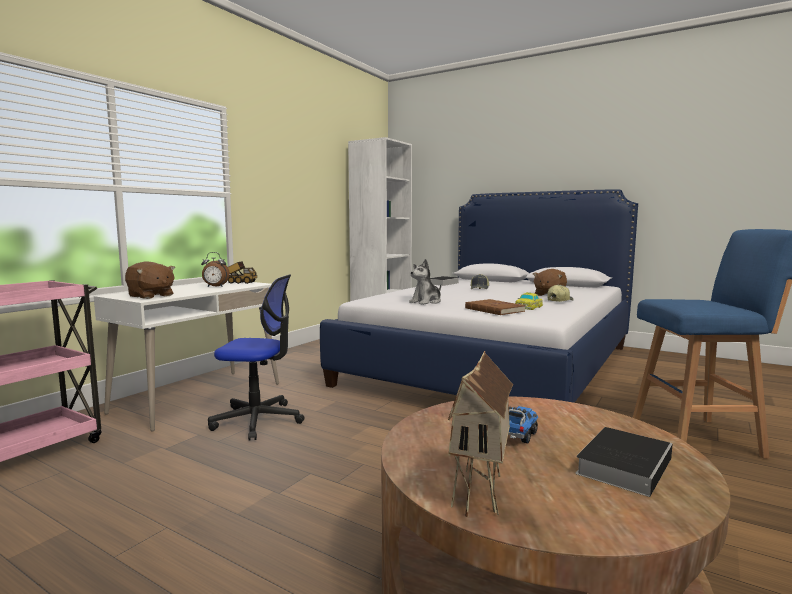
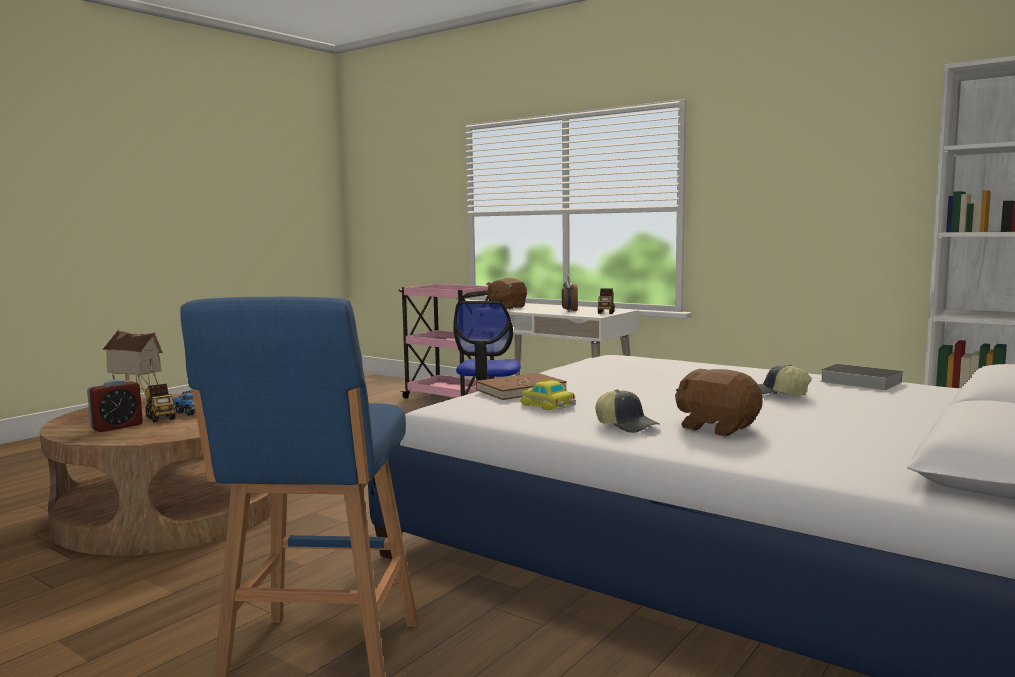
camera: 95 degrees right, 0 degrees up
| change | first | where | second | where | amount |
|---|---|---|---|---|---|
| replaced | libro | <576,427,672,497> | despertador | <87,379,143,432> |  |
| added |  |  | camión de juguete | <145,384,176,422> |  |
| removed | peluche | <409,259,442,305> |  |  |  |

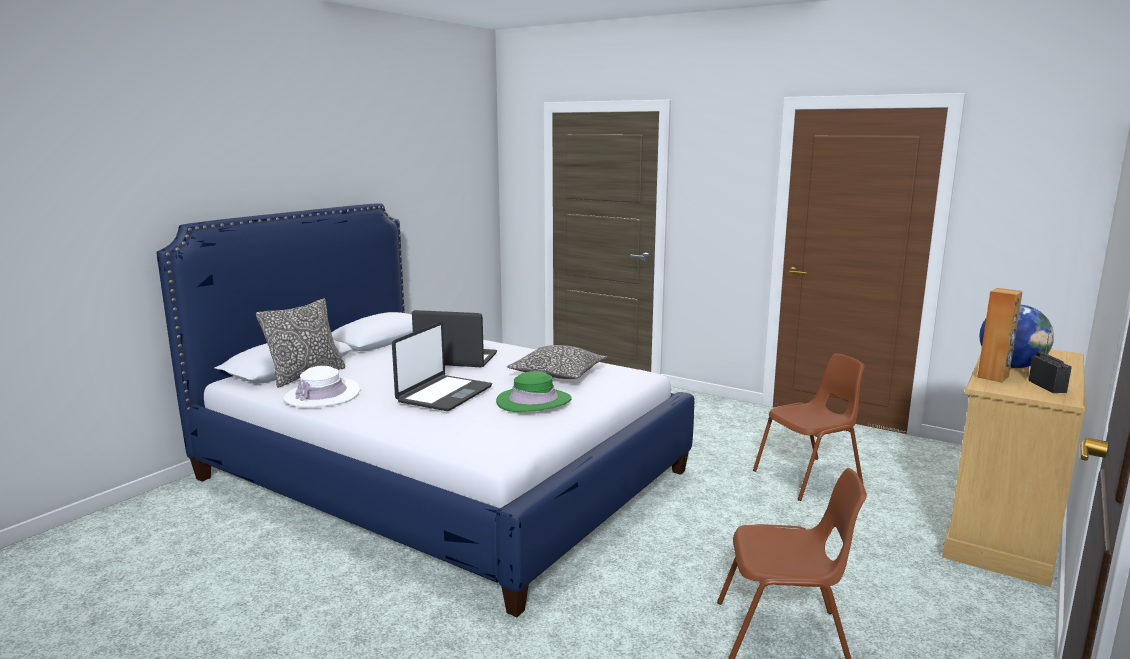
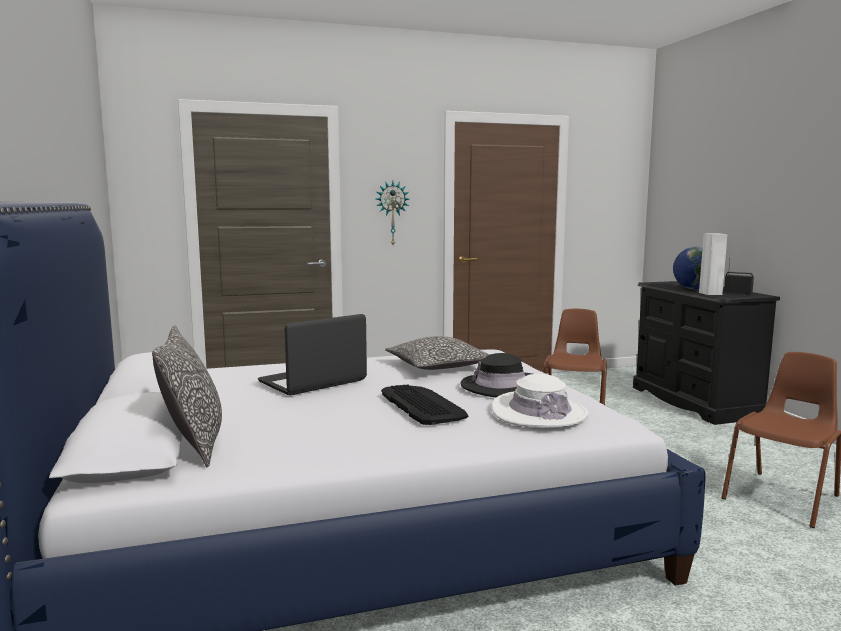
camera: 50 degrees left, 5 degrees down
| change | first | where | second | where | amount |
|---|---|---|---|---|---|
| added |  |  | reloj de pared | <376,181,409,245> |  |
| replaced | portátil | <392,322,492,411> | teclado | <381,385,469,425> |  |
| recoloured | sombrero/verde | <496,371,572,412> | sombrero/negro | <460,353,532,397> |  |
| moved | sombrero/blanco | <283,366,360,407> |  | <492,374,589,427> |  |
| recoloured | cómoda/beis | <942,349,1085,587> | cómoda/negro | <633,281,780,425> |  |
| recoloured | altavoz/marrón | <977,288,1023,383> | altavoz/blanco | <699,233,727,295> |  |

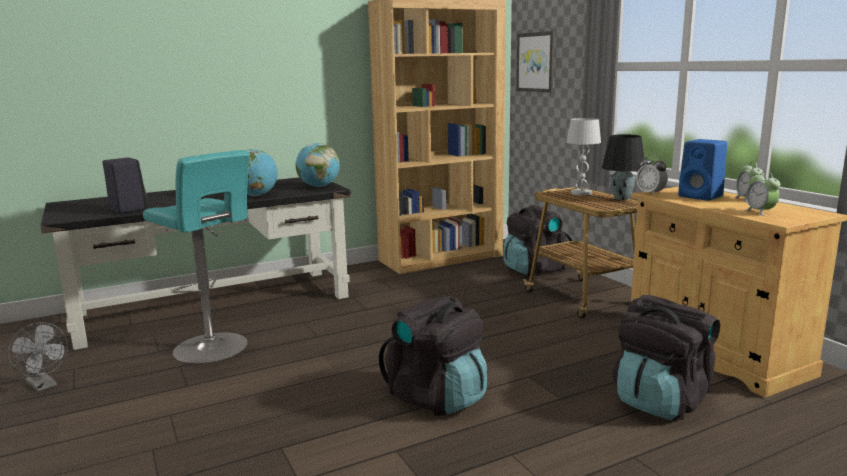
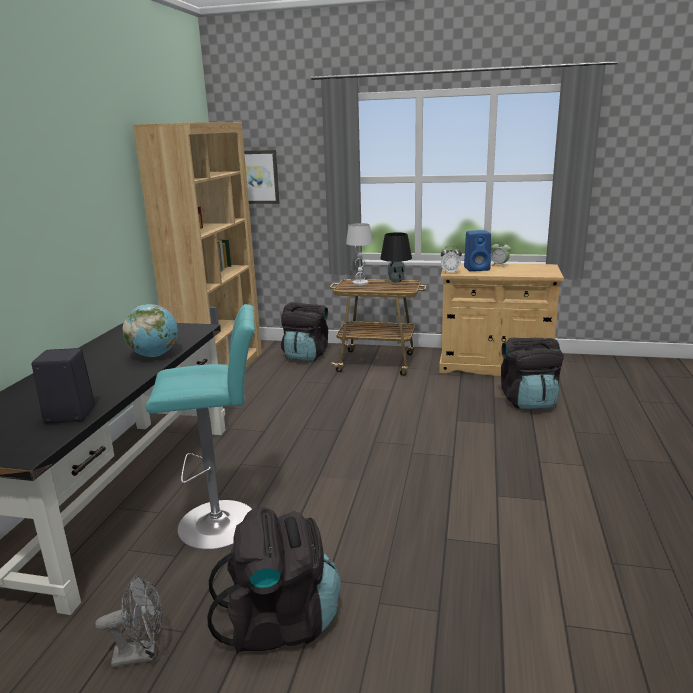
camera: 50 degrees left, 5 degrees up
| change | first | where | second | where | amount |
|---|---|---|---|---|---|
| moved | mochila/negro | <379,296,487,416> |  | <207,507,341,653> |  |
| removed | globo terráqueo | <296,143,340,187> |  |  |  |
| removed | despertador | <745,171,780,216> |  |  |  |

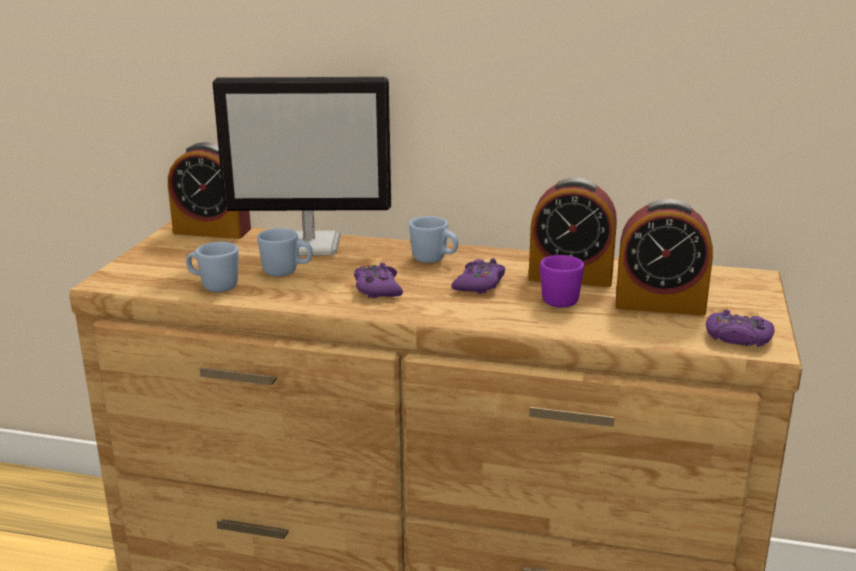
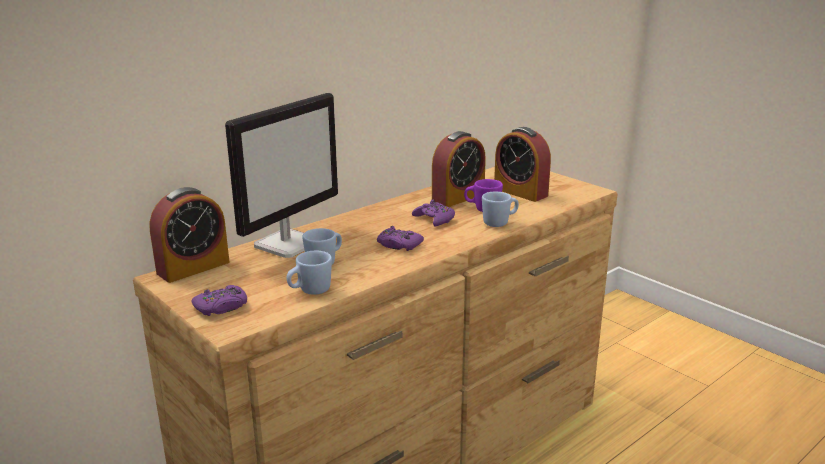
camera: 55 degrees left, 0 degrees up
| change | first | where | second | where | amount |
|---|---|---|---|---|---|
| moved | mando de consola/morado | <706,309,774,347> |  | <191,285,247,316> |  |
| moved | taza grande/azul | <409,216,458,263> |  | <482,192,519,227> |  |
| turned | despertador | <616,199,713,315> |  | <494,127,551,202> | 90 degrees clockwise |

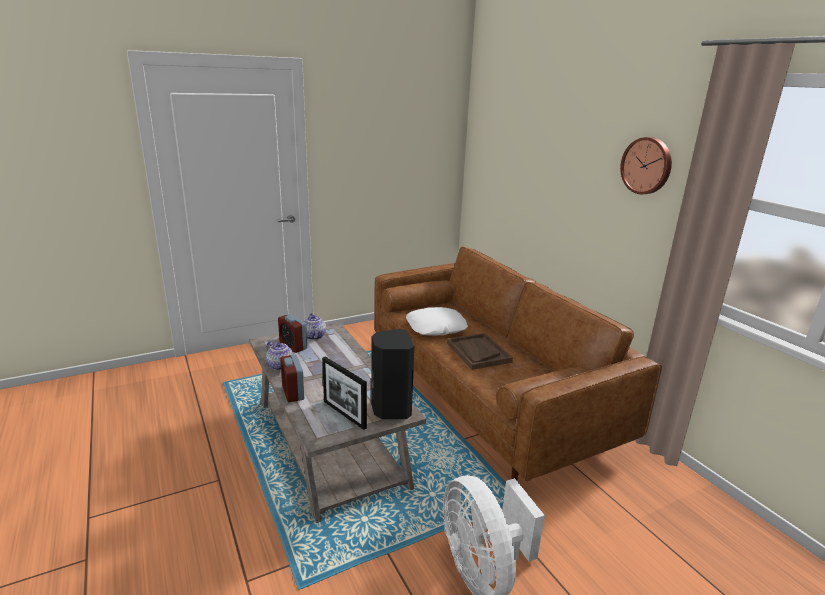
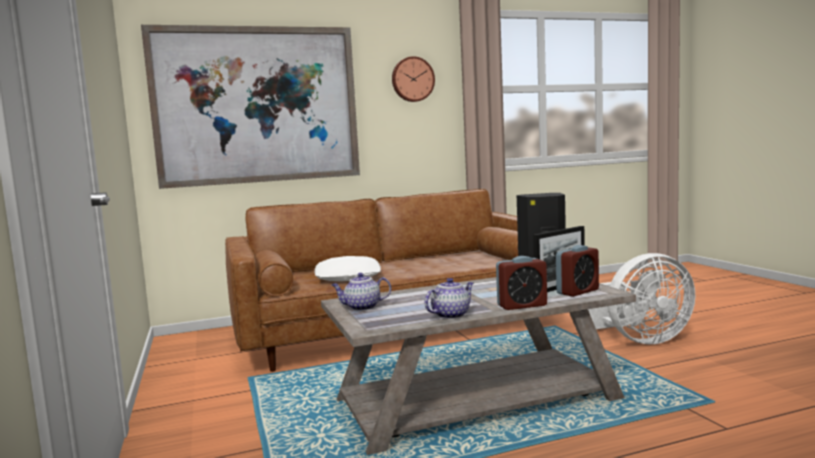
camera: 80 degrees left, 15 degrees down
| change | first | where | second | where | amount |
|---|---|---|---|---|---|
| added |  |  | cuadro | <141,25,360,189> |  |
| moved | despertador | <278,314,307,353> |  | <556,245,599,297> |  |
| removed | bandeja/marrón | <447,333,513,370> |  |  |  |

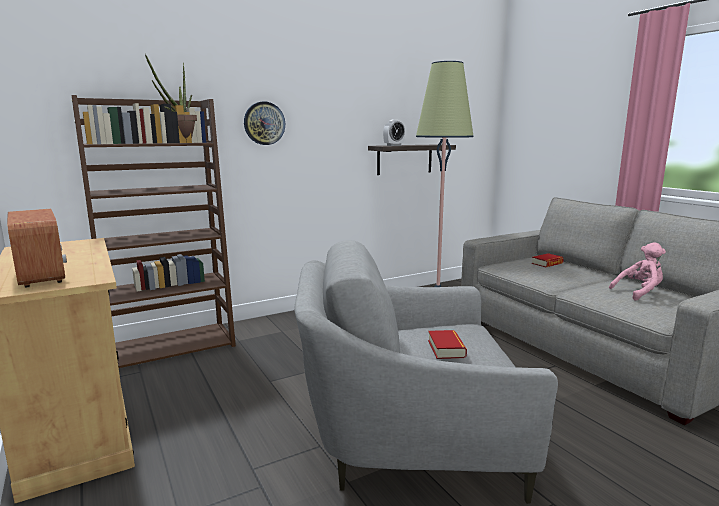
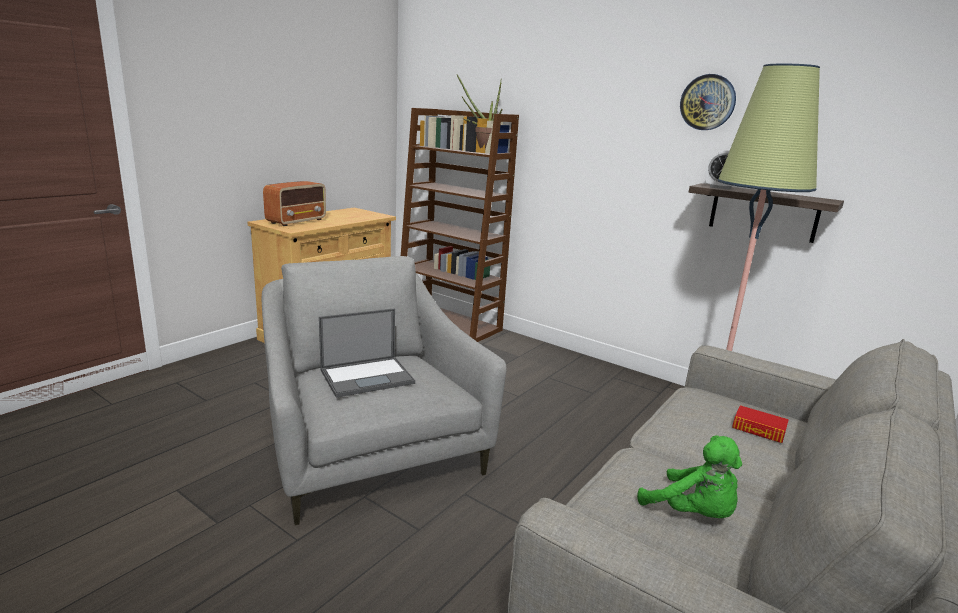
camera: 65 degrees right, 5 degrees up
| change | first | where | second | where | amount |
|---|---|---|---|---|---|
| replaced | libro | <428,330,467,359> | portátil | <319,308,415,398> |  |
| recoloured | peluche/rosa | <609,242,666,300> | peluche/verde | <637,435,742,518> |  |
| moved | reloj de pared | <244,101,285,145> |  | <680,74,736,130> |  |

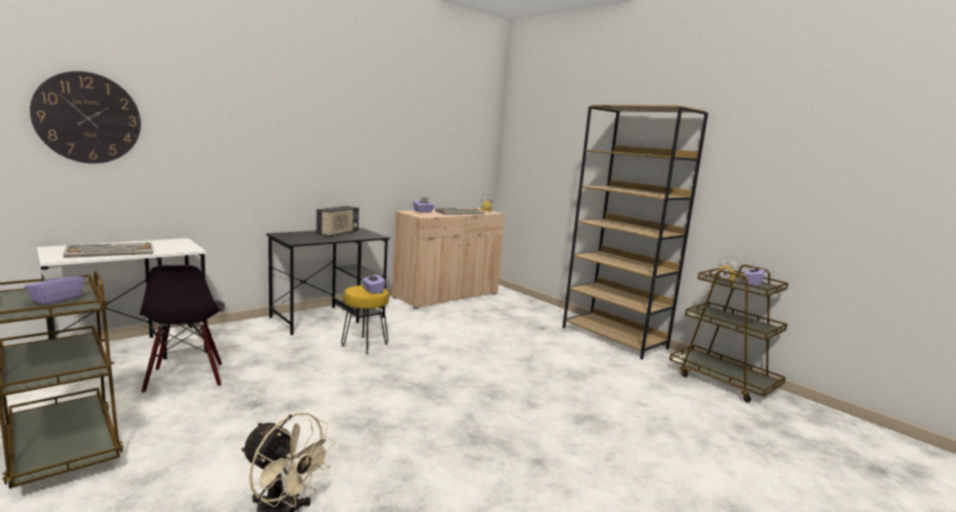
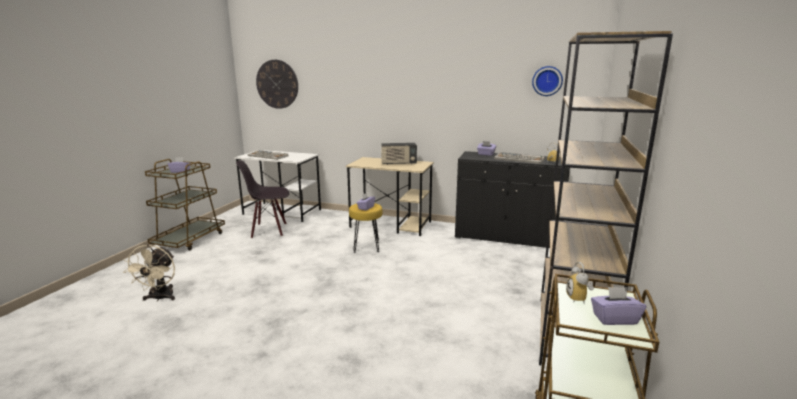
camera: 60 degrees right, 5 degrees up
| change | first | where | second | where | amount |
|---|---|---|---|---|---|
| turned | silla/negro | <139,265,225,393> |  | <236,160,289,238> | 45 degrees clockwise |
| recoloured | escritorio/negro | <266,228,390,335> | escritorio/beis | <346,157,434,236> |  |
| recoloured | armario/beis | <392,208,505,309> | armario/negro | <455,151,570,248> |  |
| added |  |  | reloj de pared | <532,66,563,96> |  |

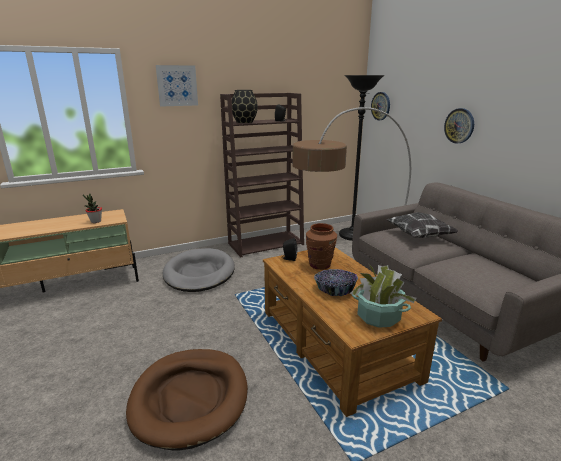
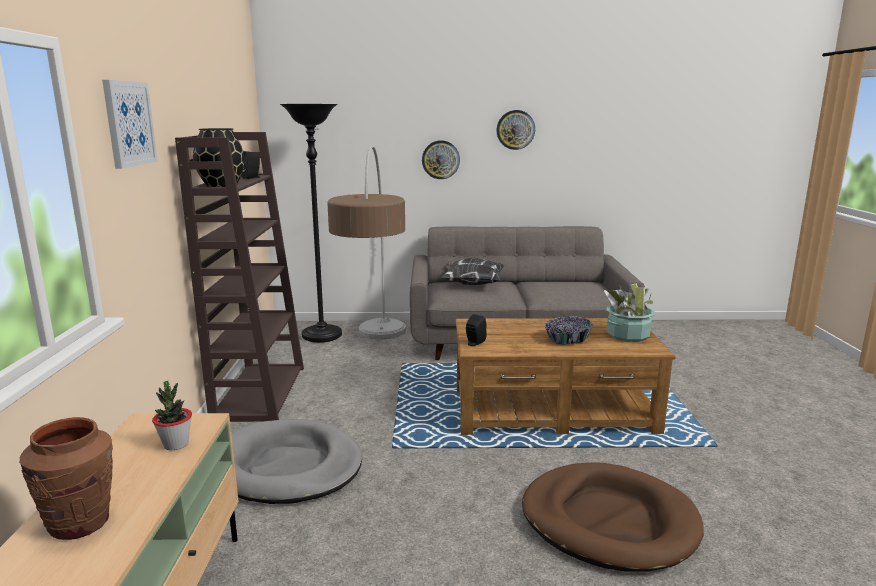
camera: 65 degrees left, 5 degrees down
| change | first | where | second | where | amount |
|---|---|---|---|---|---|
| moved | florero/marrón | <306,223,337,270> |  | <19,417,113,540> |  |
| moved | reloj de pared | <371,92,390,120> |  | <496,110,535,150> |  |

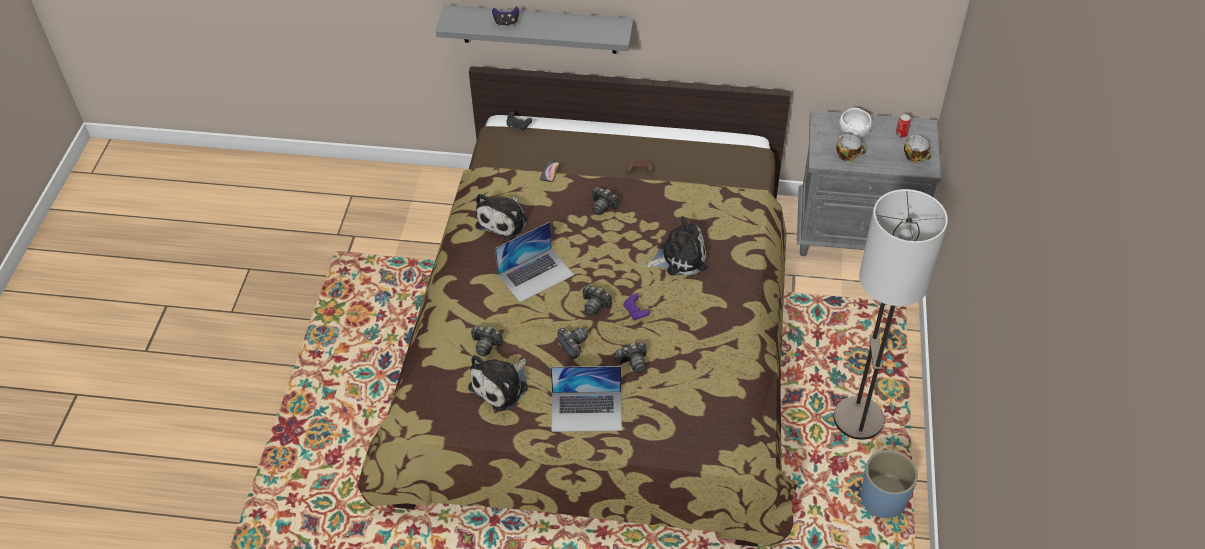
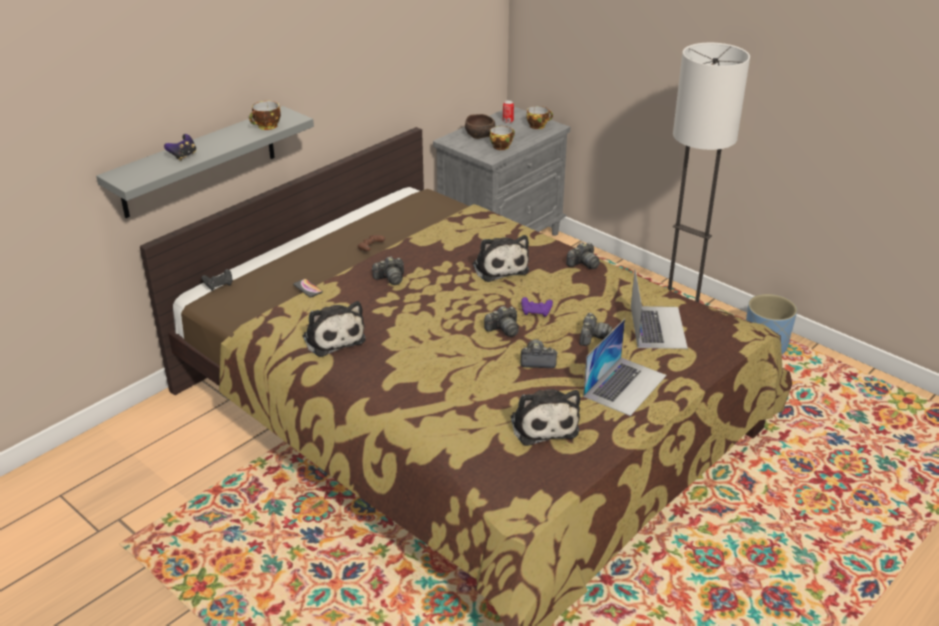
camera: 55 degrees left, 15 degrees down
| change | first | where | second | where | amount |
|---|---|---|---|---|---|
| added |  |  | taza | <249,101,281,130> |  |
| recoloured | cuenco/blanco | <839,108,872,138> | cuenco/marrón | <465,114,495,139> |  |
| turned | peluche | <645,216,707,275> |  | <472,235,529,282> | 135 degrees clockwise |
| moved | cámara | <471,325,503,356> |  | <566,242,600,269> |  |
| moved | portátil | <495,222,574,302> |  | <631,270,688,349> |  |

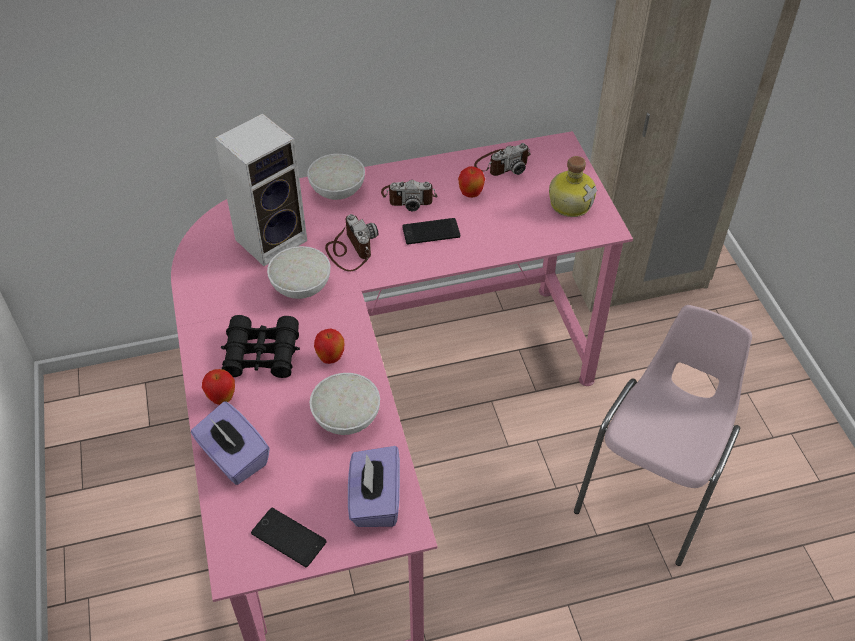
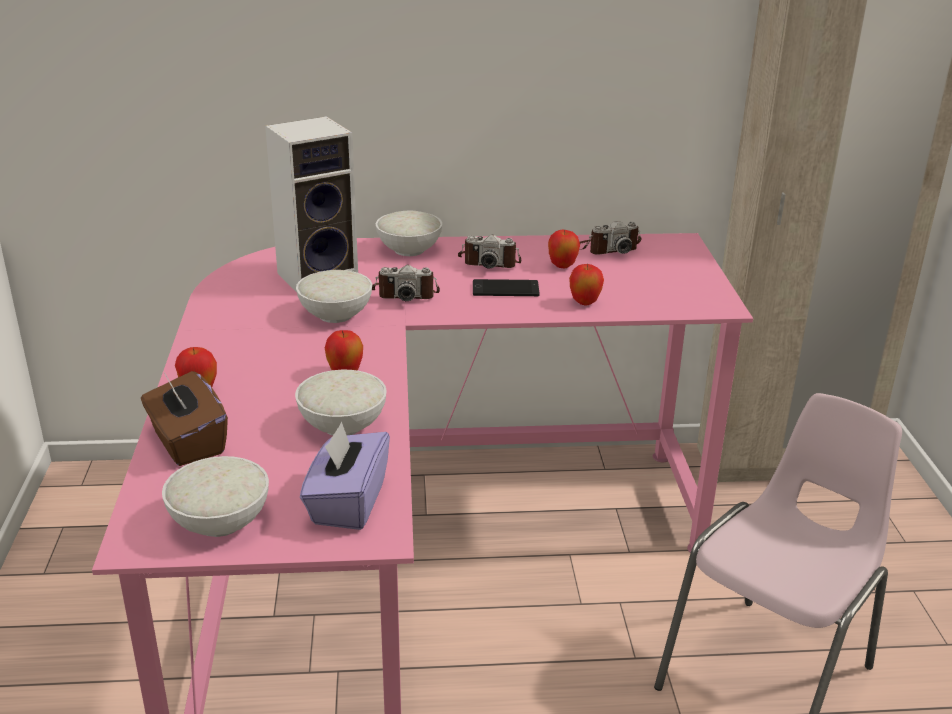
camera: 10 degrees right, 20 degrees down
| change | first | where | second | where | amount |
|---|---|---|---|---|---|
| recoloured | caja de pañuelos/morado | <191,401,270,485> | caja de pañuelos/marrón | <141,371,228,466> |  |
| replaced | móvil | <251,508,326,567> | cuenco/blanco | <162,456,269,537> |  |
| turned | cámara | <325,214,378,271> |  | <372,265,440,301> | 105 degrees clockwise |
| added |  |  | manzana | <569,264,604,305> |  |
| removed | prismáticos/negro | <221,315,300,378> |  |  |  |
| removed | botella | <549,156,597,217> |  |  |  |

